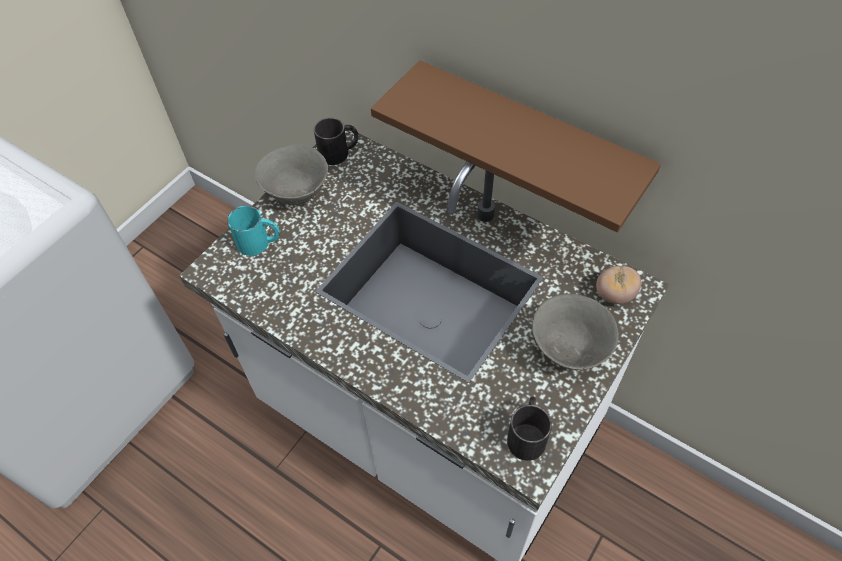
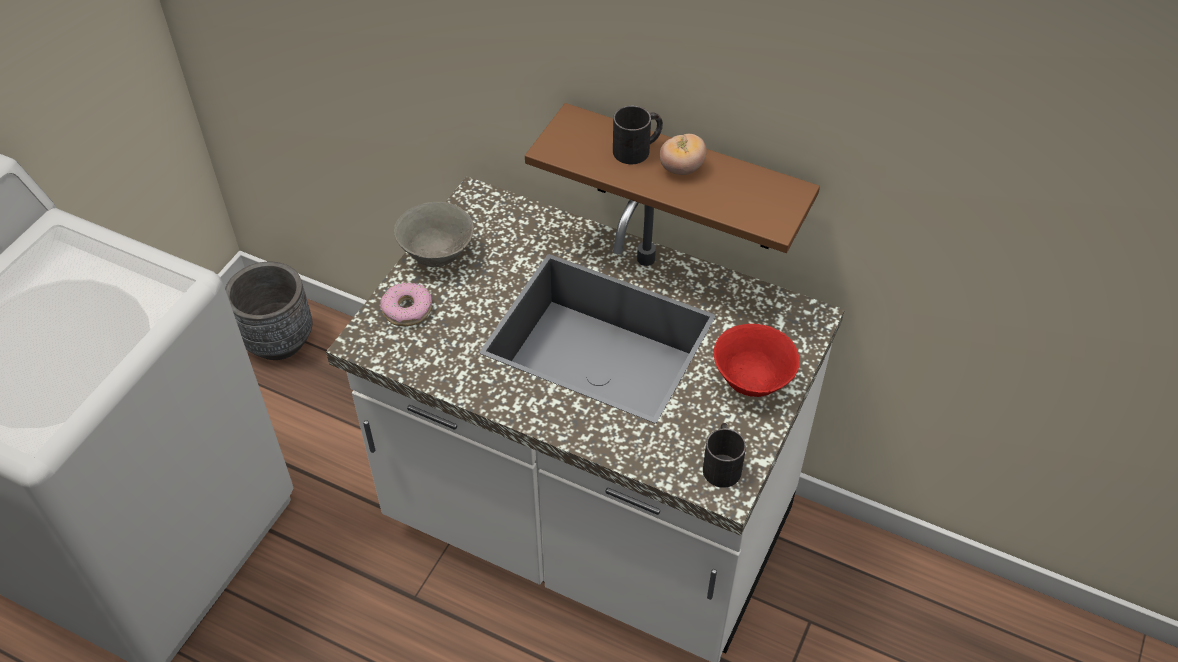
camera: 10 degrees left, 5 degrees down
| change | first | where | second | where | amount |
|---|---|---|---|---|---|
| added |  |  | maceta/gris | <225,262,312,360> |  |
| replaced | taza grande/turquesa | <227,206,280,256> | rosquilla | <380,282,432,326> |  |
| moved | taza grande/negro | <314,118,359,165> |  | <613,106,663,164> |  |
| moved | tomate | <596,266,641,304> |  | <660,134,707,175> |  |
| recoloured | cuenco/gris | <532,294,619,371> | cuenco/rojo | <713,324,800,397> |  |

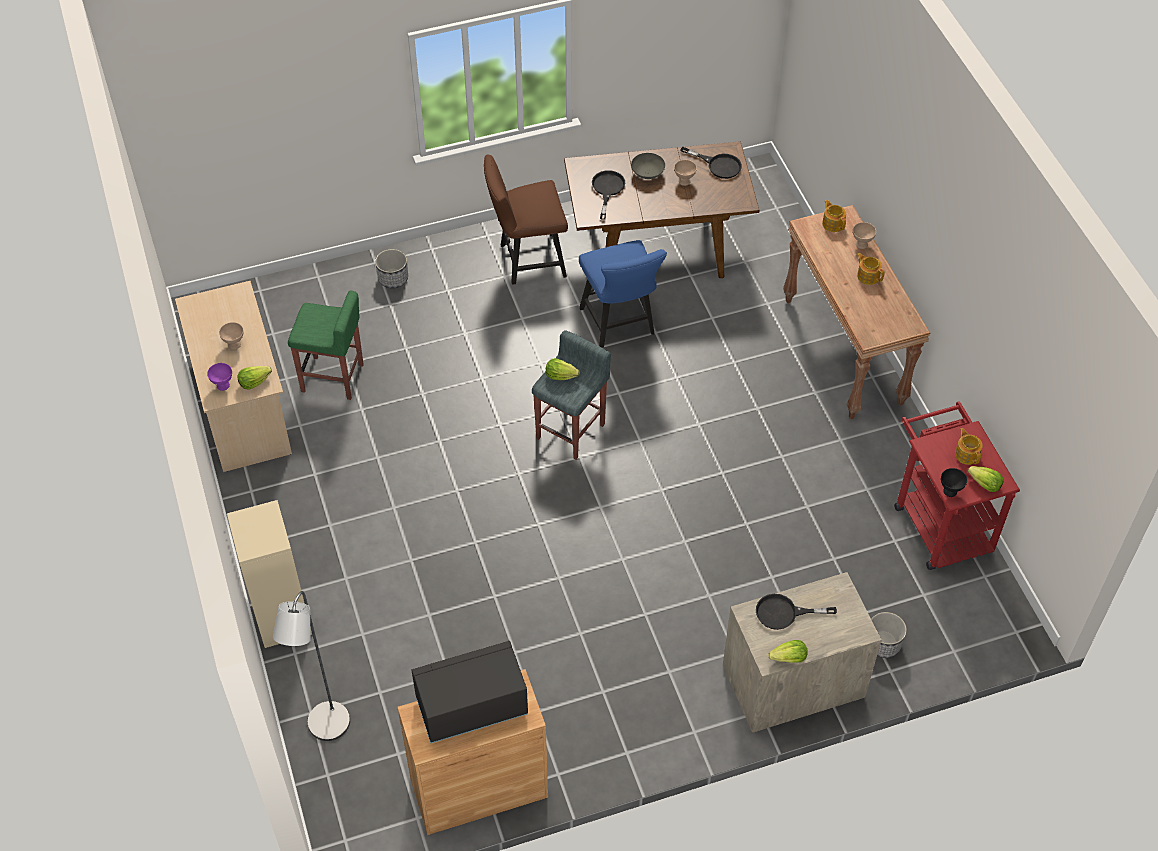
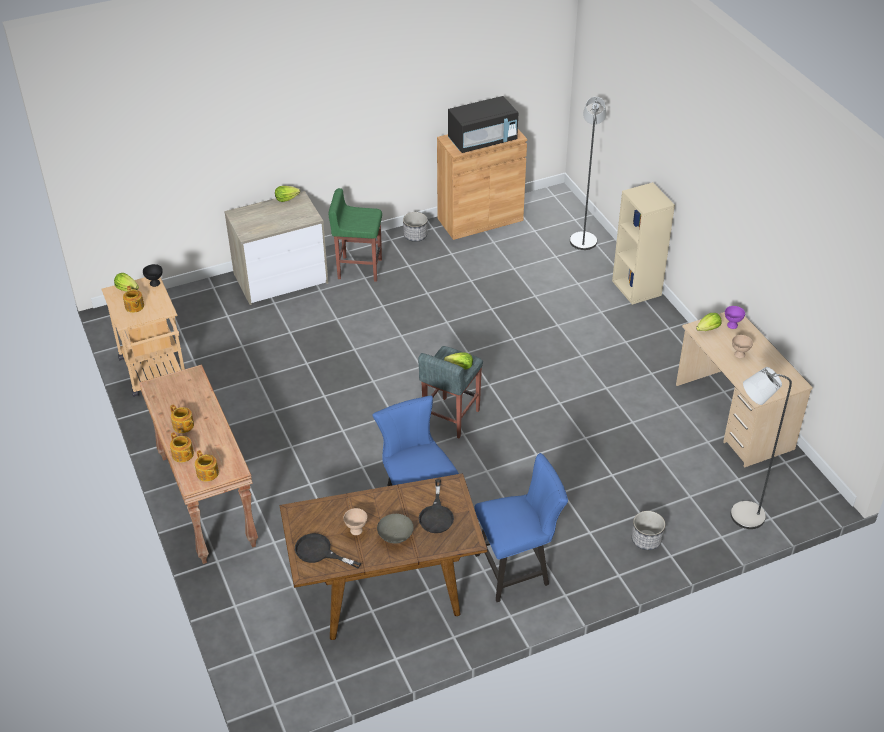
camera: 175 degrees right, 10 degrees down
| change | first | where | second | where | amount |
|---|---|---|---|---|---|
| recoloured | carrito/rojo | <894,401,1020,570> | carrito/beis | <101,277,185,397> |  |
| replaced | cuenco/beis | <853,222,876,249> | tetera | <170,432,194,462> |  |
| moved | taburete/verde | <288,291,364,400> |  | <328,188,382,282> |  |
| moved | maceta | <871,612,907,658> |  | <403,212,428,242> |  |
| recoloured | silla/marrón | <484,155,568,285> | silla/azul | <474,453,568,602> |  |
| added |  |  | lámpara de pie/gris | <731,367,792,529> |  |
| removed | sartén/negro | <756,594,837,630> |  |  |  |

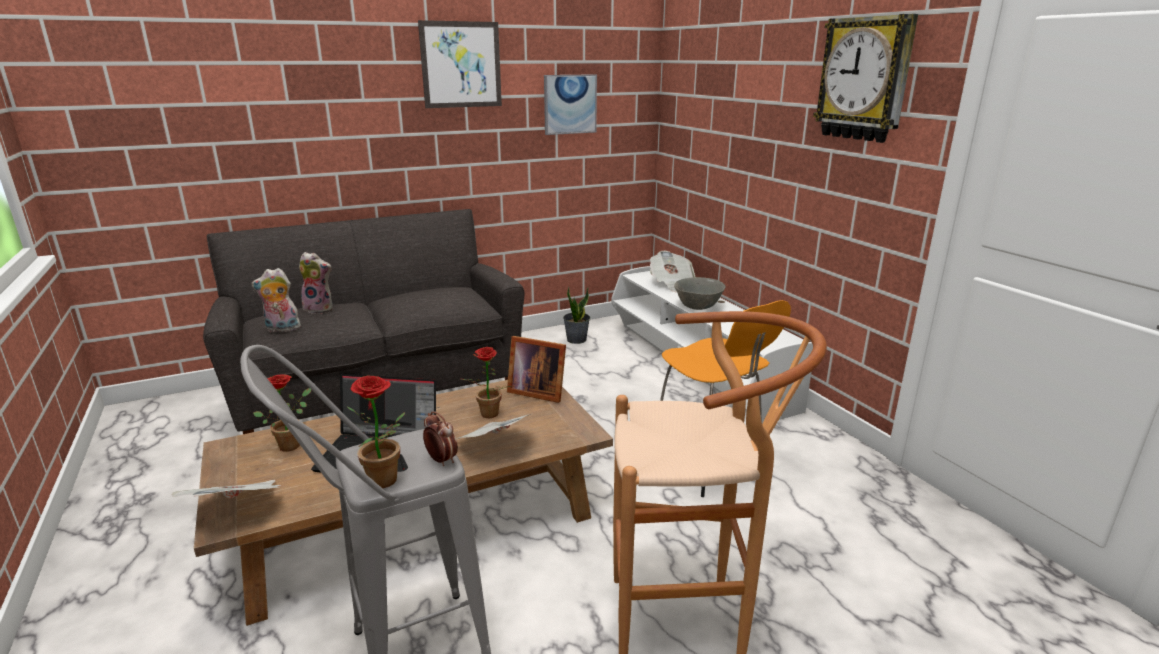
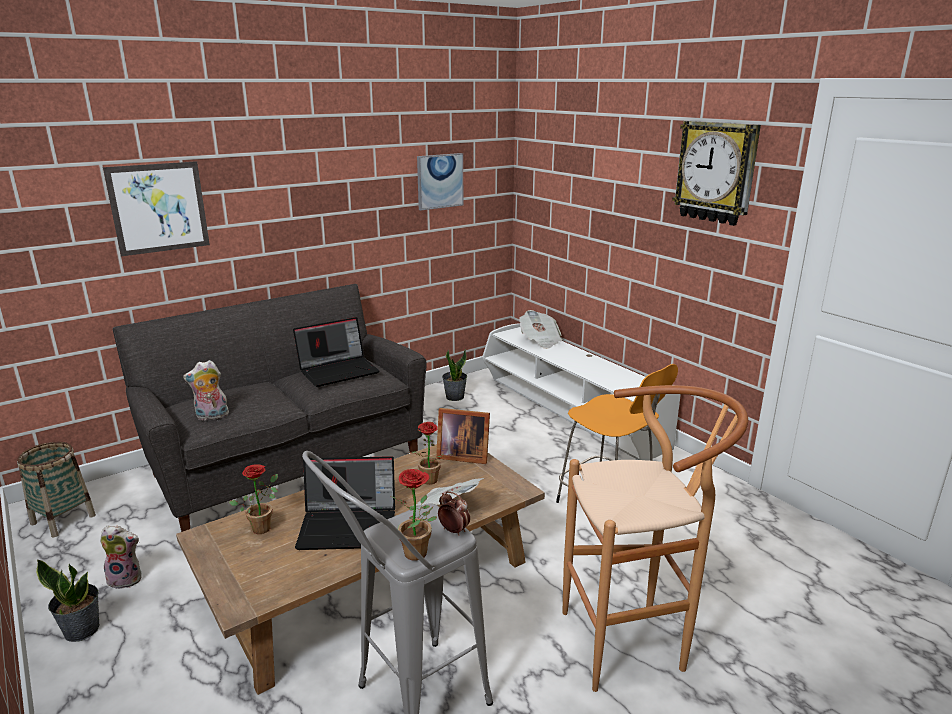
camera: 10 degrees left, 0 degrees up
| change | first | where | second | where | amount |
|---|---|---|---|---|---|
| added |  |  | cesta | <17,442,96,537> |  |
| added |  |  | planta en maceta | <36,559,100,642> |  |
| moved | peluche | <299,252,333,314> |  | <100,526,142,589> |  |
| moved | cuadro | <418,20,502,108> |  | <103,161,210,256> |  |
| added |  |  | portátil | <293,317,380,387> |  |
| removed | periódico | <172,480,281,498> |  |  |  |
| removed | cuenco/gris | <674,277,725,310> |  |  |  |

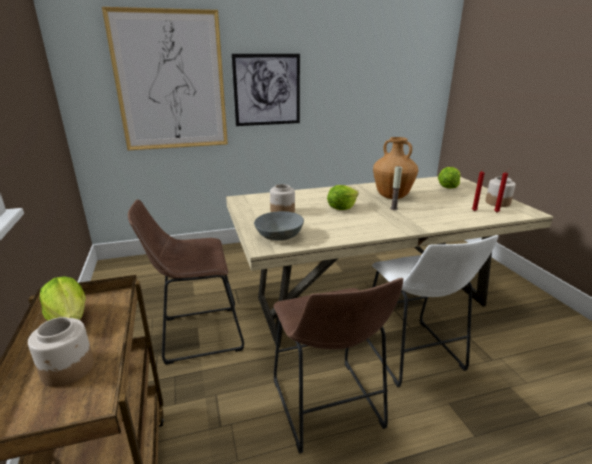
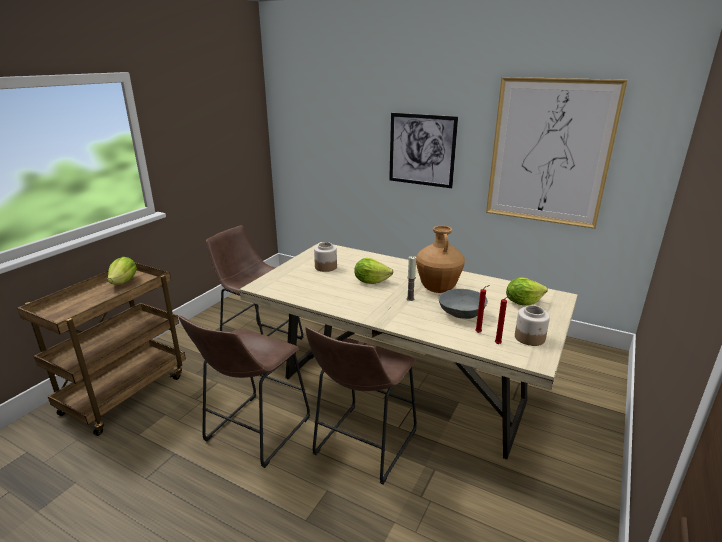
camera: 45 degrees right, 0 degrees up
| change | first | where | second | where | amount |
|---|---|---|---|---|---|
| recoloured | taburete/blanco | <367,235,498,387> | taburete/marrón | <305,327,417,485> |  |
| moved | cuenco/gris | <254,211,304,241> |  | <439,289,488,319> |  |
| moved | cuadro | <102,7,228,150> |  | <486,77,628,229> |  |
| removed | tarro | <28,317,94,387> |  |  |  |

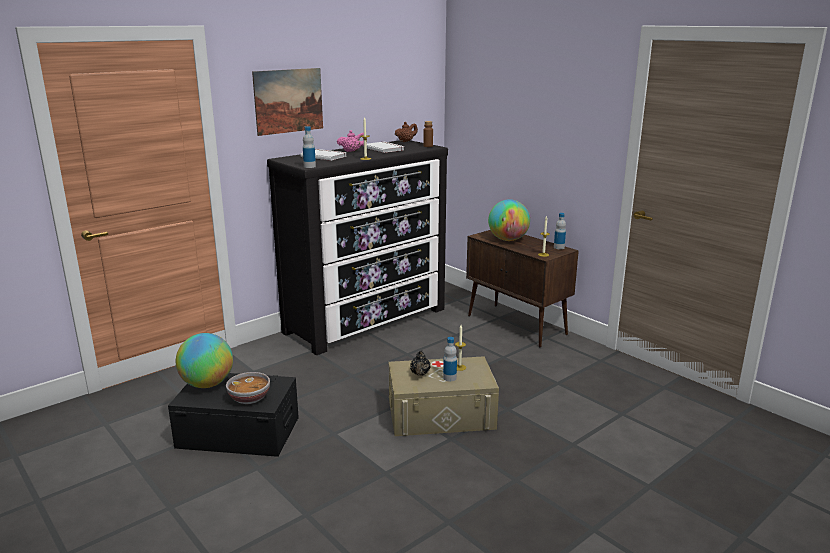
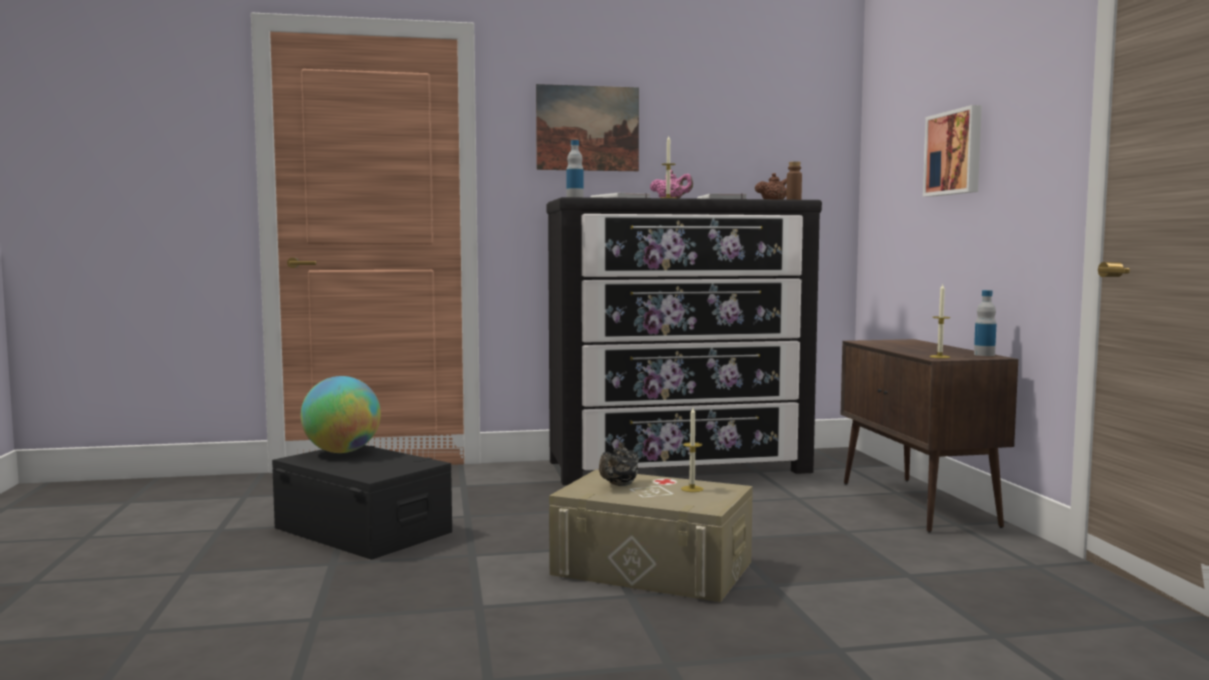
camera: 30 degrees right, 15 degrees down
| change | first | where | second | where | amount |
|---|---|---|---|---|---|
| added |  |  | cuadro | <923,105,982,197> |  |
| removed | cuenco | <226,372,270,404> |  |  |  |
| removed | botella | <443,337,457,381> |  |  |  |
| removed | globo terráqueo | <488,199,530,241> |  |  |  |

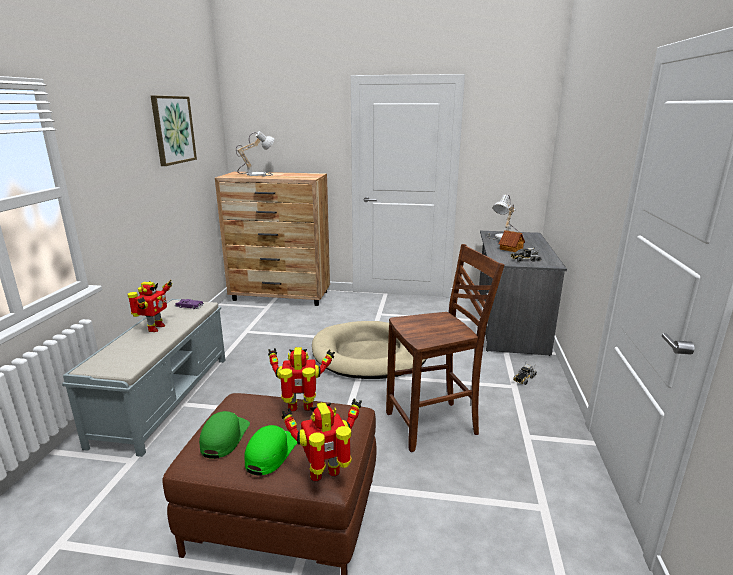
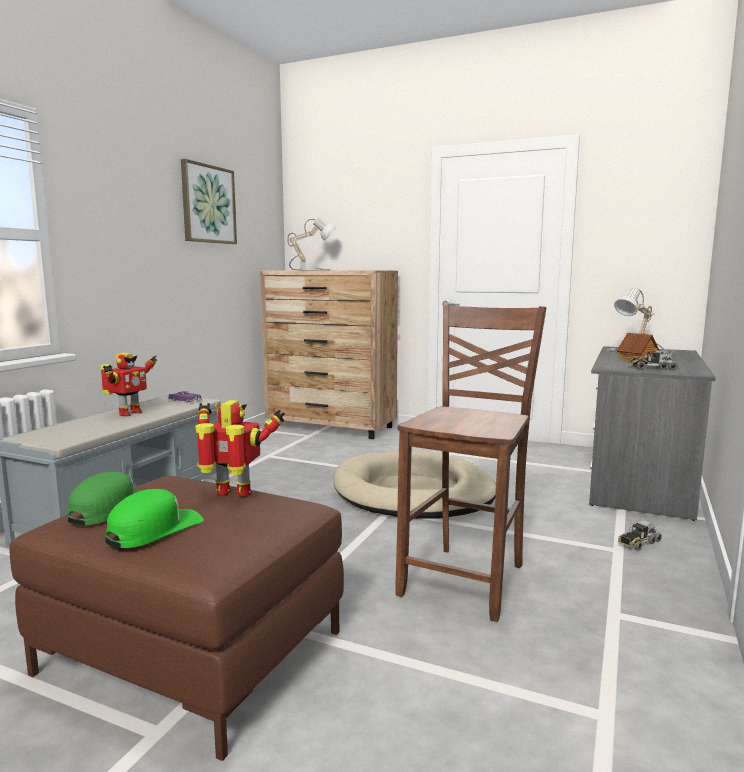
camera: 15 degrees right, 10 degrees down
| change | first | where | second | where | amount |
|---|---|---|---|---|---|
| turned | silla/marrón | <386,244,504,452> |  | <395,304,546,622> | 60 degrees counterclockwise |
| removed | robot de juguete | <282,399,362,481> |  |  |  |

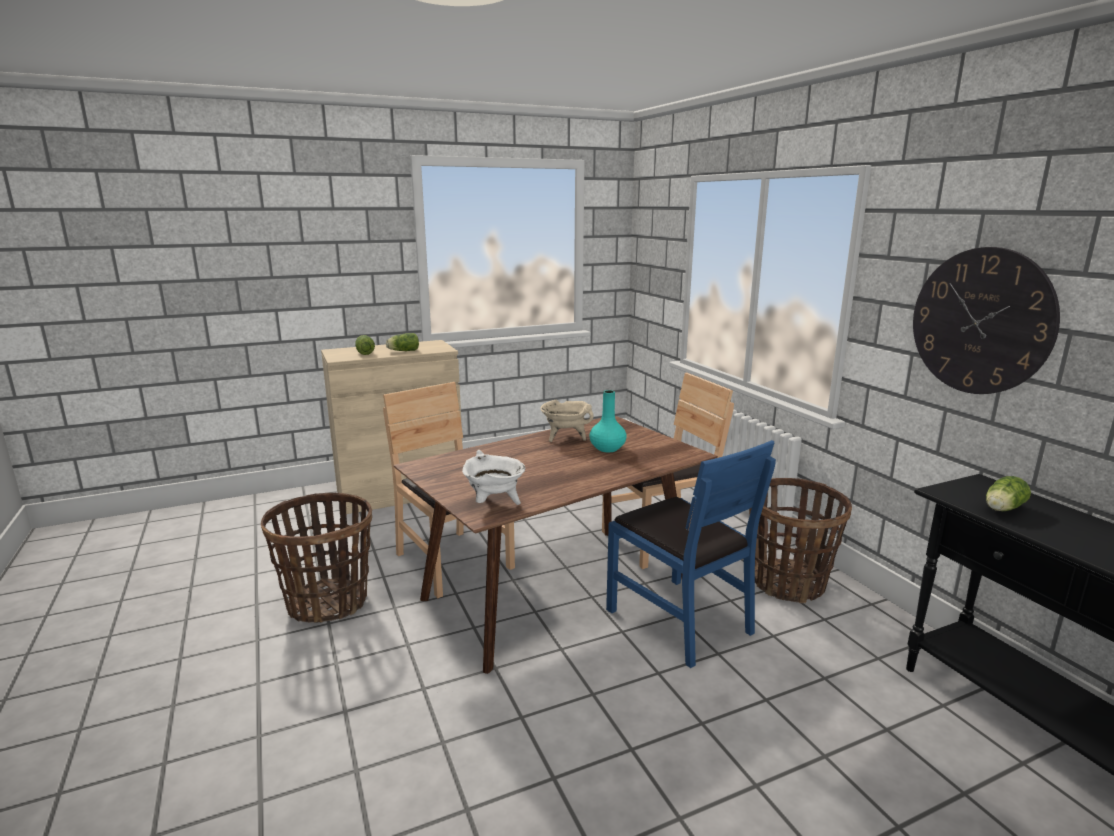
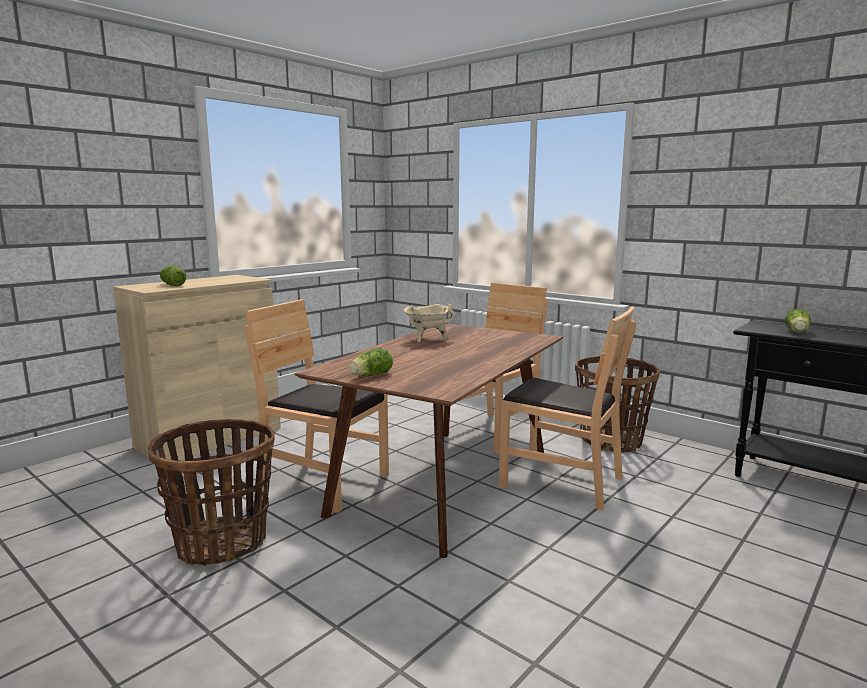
camera: 25 degrees left, 5 degrees down
| change | first | where | second | where | amount |
|---|---|---|---|---|---|
| moved | lechuga | <386,333,419,351> |  | <349,348,393,376> |  |
| recoloured | silla/azul | <606,440,776,668> | silla/marrón | <499,306,636,511> |  |
| removed | olla/blanco | <462,450,526,505> |  |  |  |
| removed | florero/turquesa | <589,390,627,452> |  |  |  |
| removed | reloj de pared | <913,247,1060,394> |  |  |  |

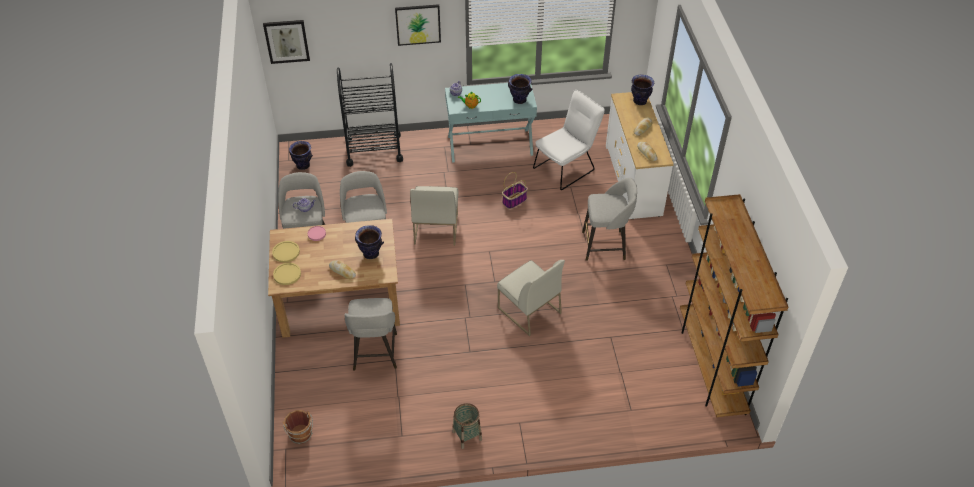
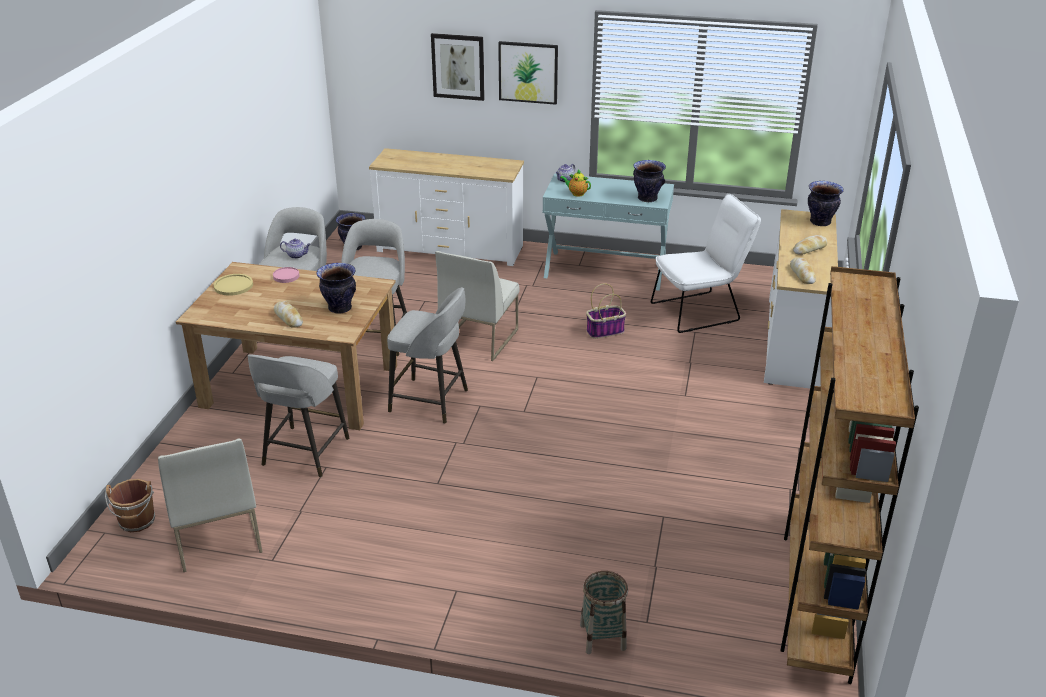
camera: 20 degrees right, 15 degrees down
| change | first | where | second | where | amount |
|---|---|---|---|---|---|
| moved | silla/blanco | <497,260,565,336> |  | <158,439,262,572> |  |
| replaced | carrito/negro | <337,63,403,167> | cómoda/blanco | <369,148,524,266> |  |
| moved | taburete/gris | <582,178,637,261> |  | <387,287,468,424> |  |
| moved | cuadro | <263,20,310,64> |  | <431,33,485,101> |  |
| moved | cesta | <452,403,482,449> |  | <580,571,628,654> |  |
| removed | plato/amarillo | <273,263,301,285> |  |  |  |

